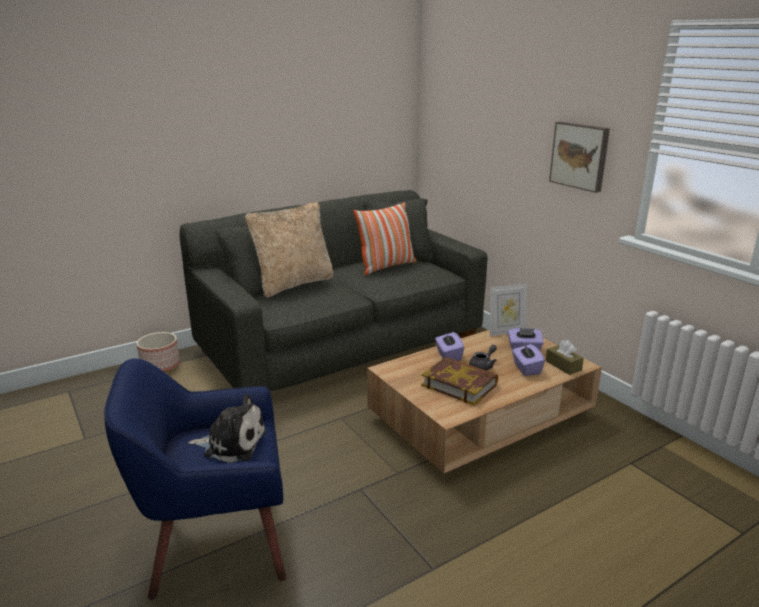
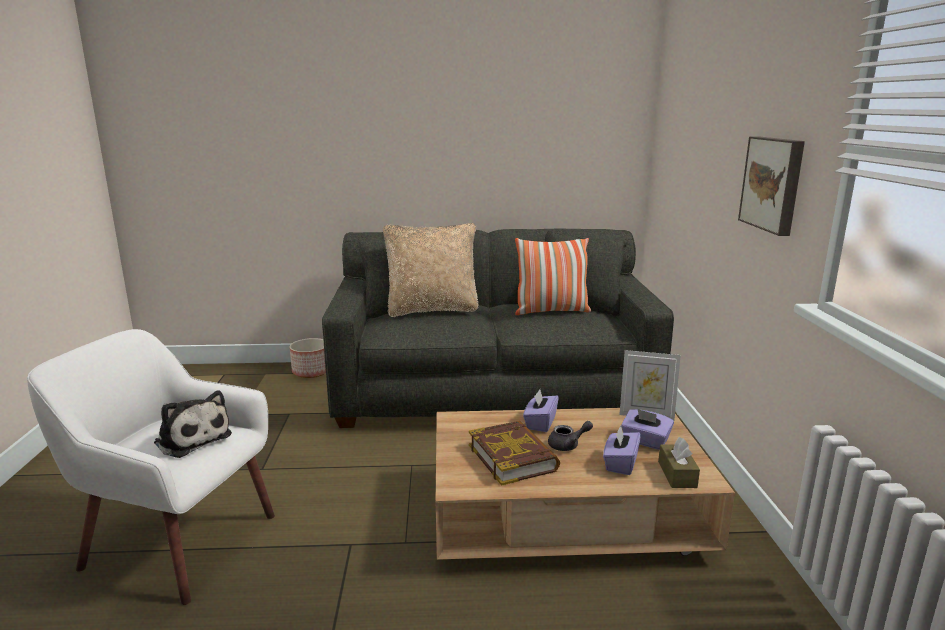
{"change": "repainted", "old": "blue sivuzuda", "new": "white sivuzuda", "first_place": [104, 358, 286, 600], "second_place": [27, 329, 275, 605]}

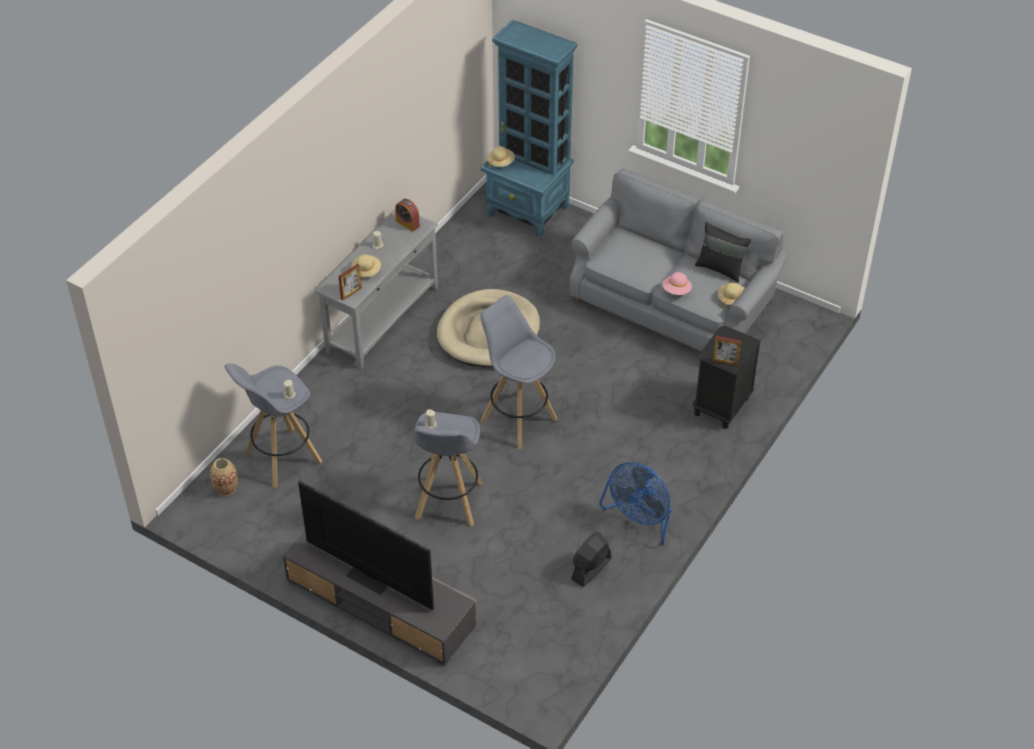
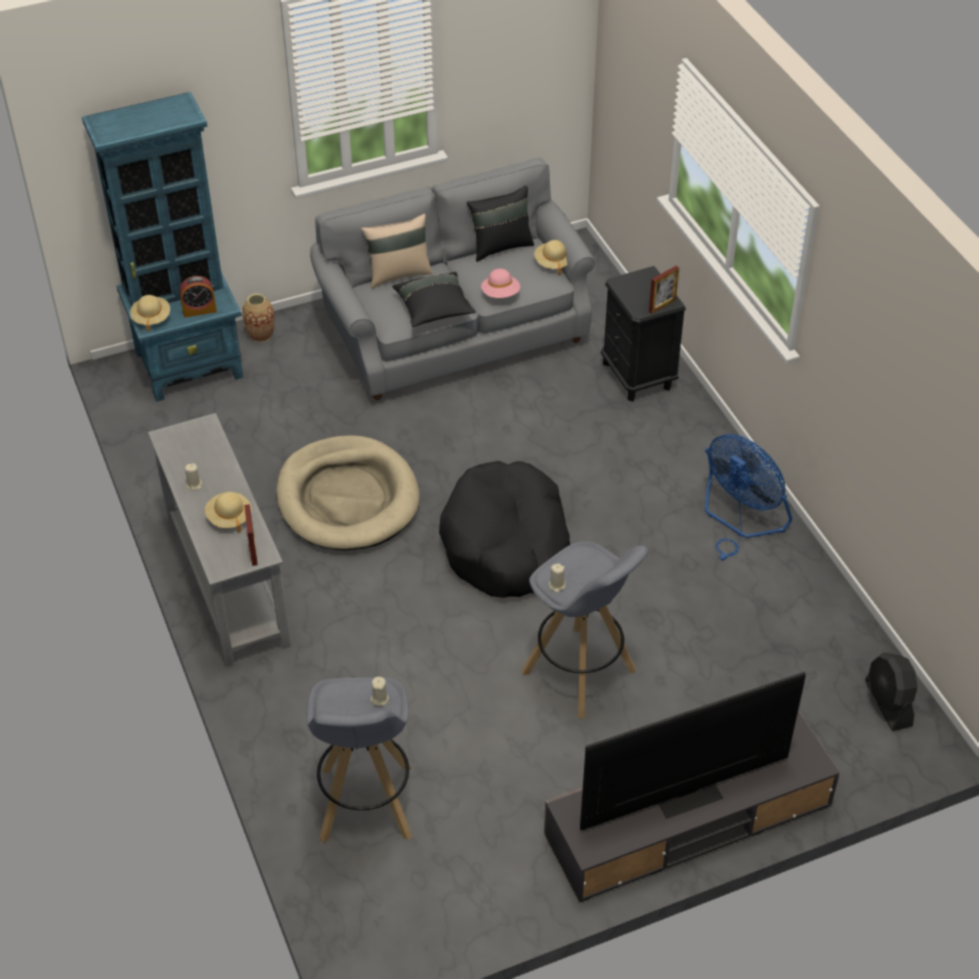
{"change": "shifted", "old": "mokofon", "first_place": [395, 199, 420, 231], "second_place": [179, 276, 217, 317]}
{"change": "swapped", "old": "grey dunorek", "new": "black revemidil", "first_place": [480, 295, 558, 450], "second_place": [439, 461, 570, 598]}
{"change": "shifted", "old": "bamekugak", "first_place": [210, 458, 238, 496], "second_place": [242, 293, 275, 342]}
{"change": "rotated", "old": "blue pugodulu", "first_place": [599, 462, 673, 545], "second_place": [705, 434, 792, 561], "degrees": -120}
{"change": "shifted", "old": "black pugodulu", "first_place": [571, 532, 612, 587], "second_place": [865, 652, 917, 731]}
{"change": "new", "new": "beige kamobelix", "second_place": [361, 213, 433, 289]}
{"change": "new", "new": "black kamobelix", "second_place": [392, 272, 476, 327]}

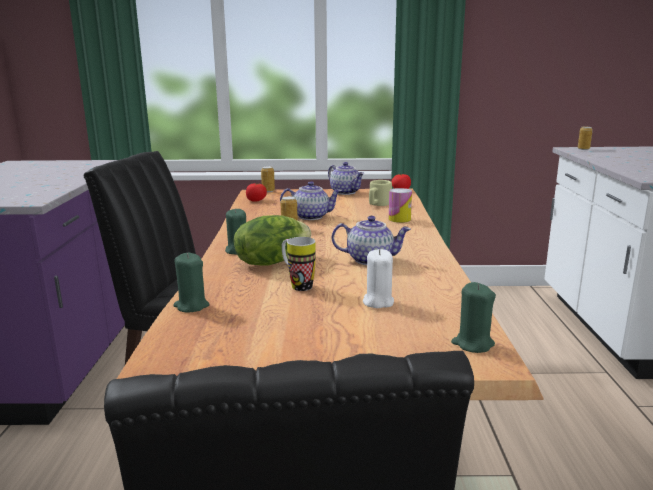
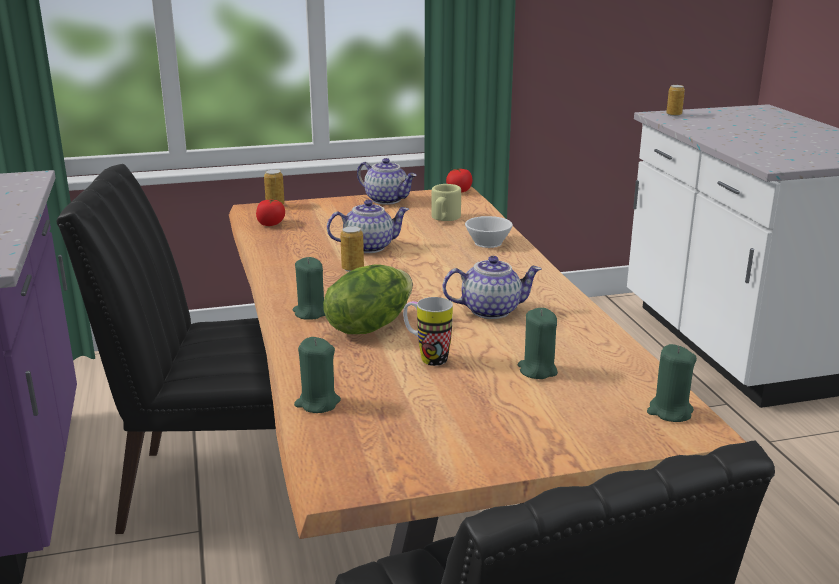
{"change": "swapped", "old": "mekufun", "new": "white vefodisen", "first_place": [389, 188, 412, 223], "second_place": [465, 216, 513, 248]}
{"change": "repainted", "old": "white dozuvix", "new": "green dozuvix", "first_place": [363, 249, 394, 308], "second_place": [518, 308, 558, 379]}

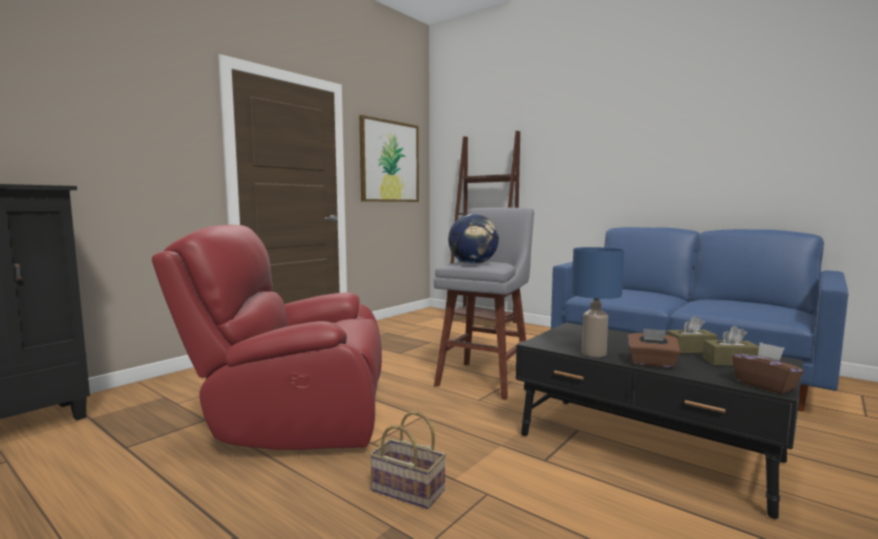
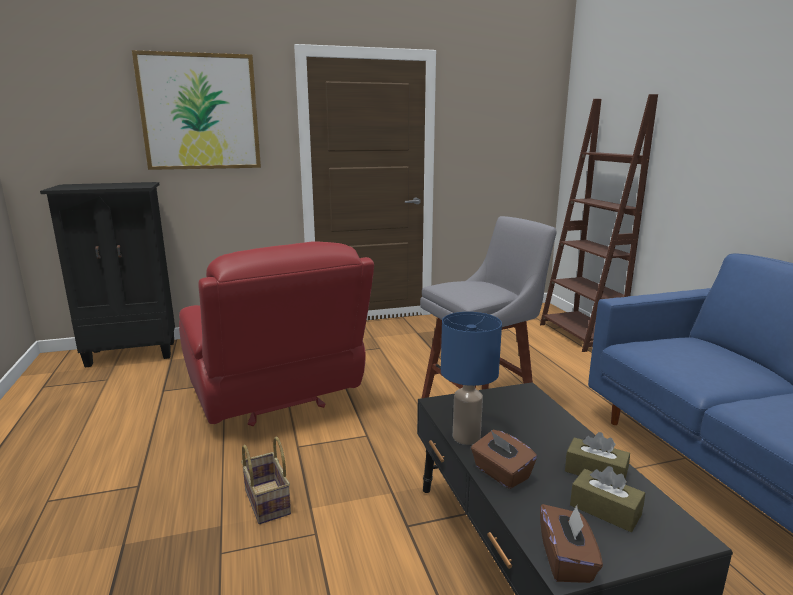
{"change": "shifted", "old": "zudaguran", "first_place": [359, 115, 419, 202], "second_place": [132, 50, 261, 170]}
{"change": "gone", "old": "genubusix", "first_place": [448, 214, 499, 264]}
{"change": "rotated", "old": "red sivuzuda", "first_place": [152, 224, 382, 450], "second_place": [179, 241, 374, 426], "degrees": -150}

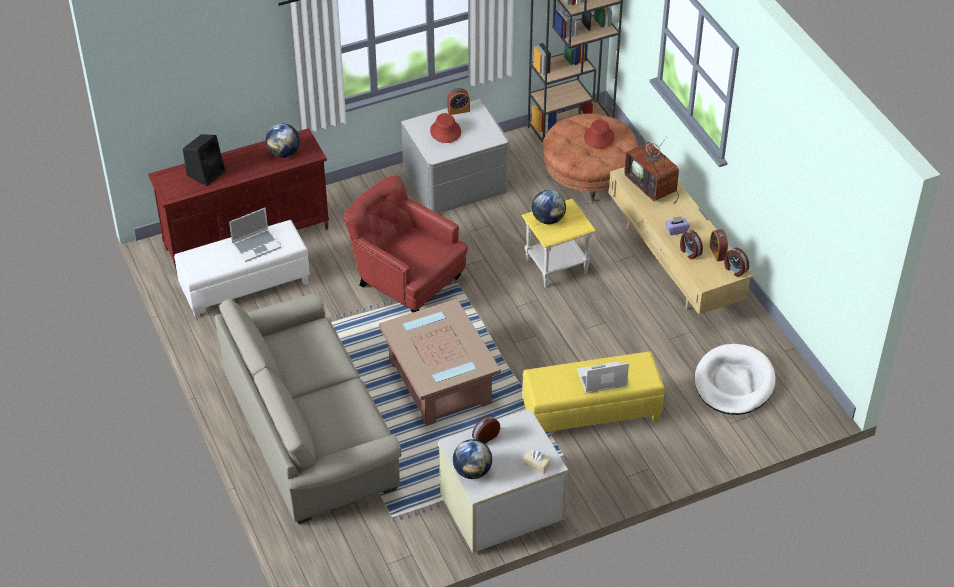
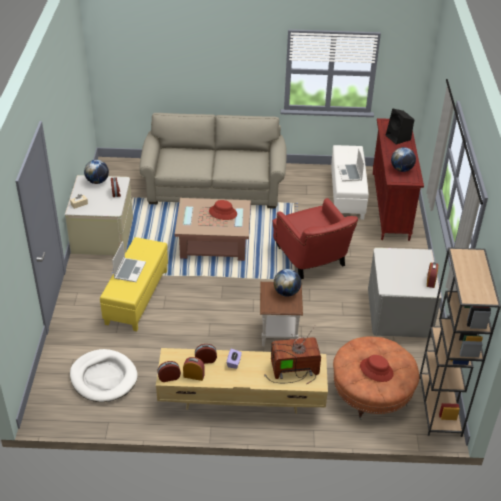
{"change": "shifted", "old": "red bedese", "first_place": [430, 113, 461, 143], "second_place": [209, 200, 237, 220]}
{"change": "rotated", "old": "red sivuzuda", "first_place": [343, 176, 468, 313], "second_place": [273, 198, 358, 279], "degrees": 90}
{"change": "repainted", "old": "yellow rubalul", "new": "brown rubalul", "first_place": [521, 199, 596, 288], "second_place": [260, 282, 303, 346]}

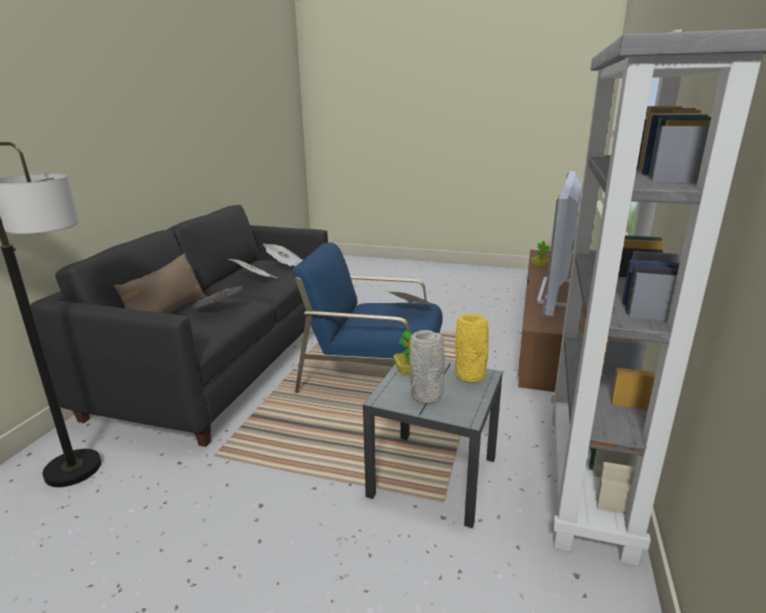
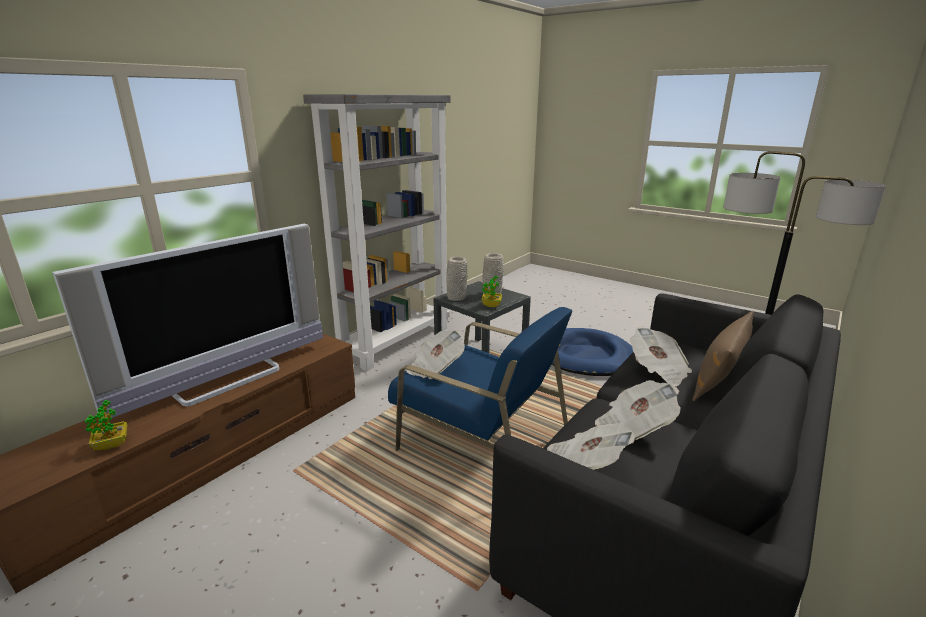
{"change": "repainted", "old": "yellow bamekugak", "new": "grey bamekugak", "first_place": [455, 314, 489, 382], "second_place": [446, 256, 467, 301]}
{"change": "new", "new": "blue revemidil", "second_place": [552, 328, 633, 376]}

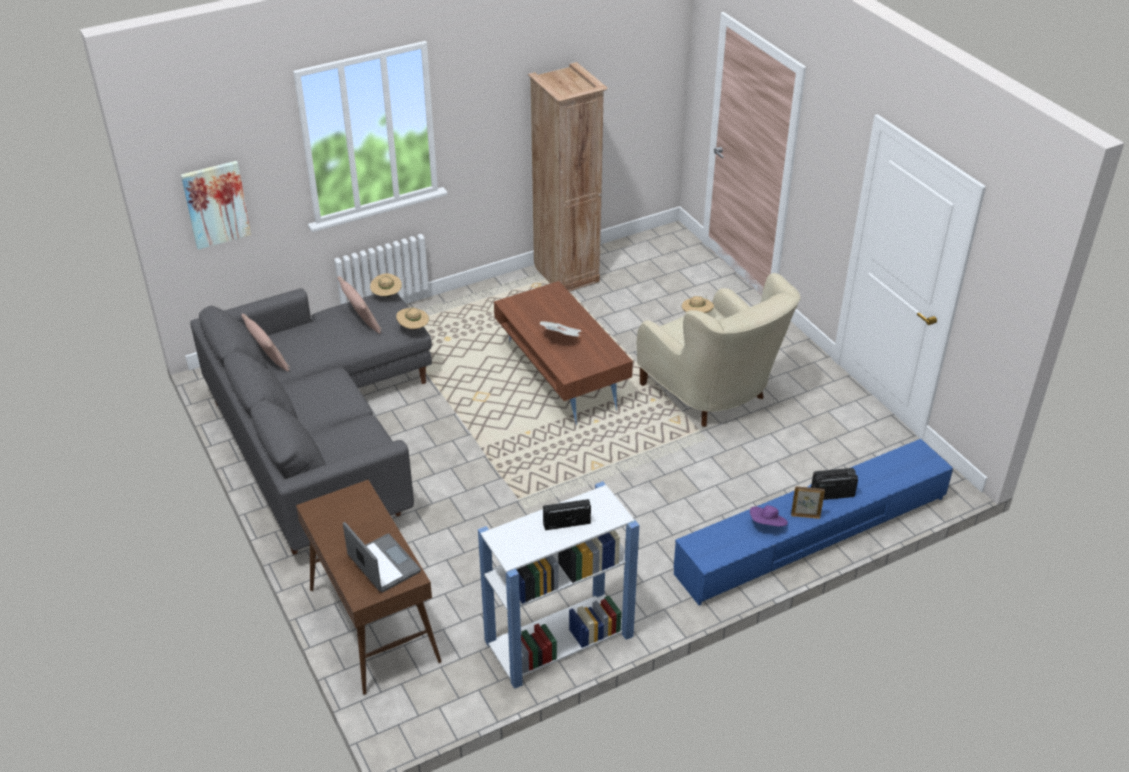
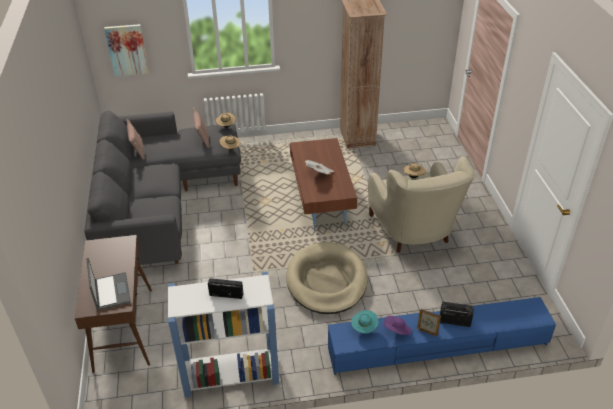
{"change": "new", "new": "beige revemidil", "second_place": [286, 242, 368, 314]}
{"change": "new", "new": "turquoise bedese", "second_place": [351, 310, 379, 334]}

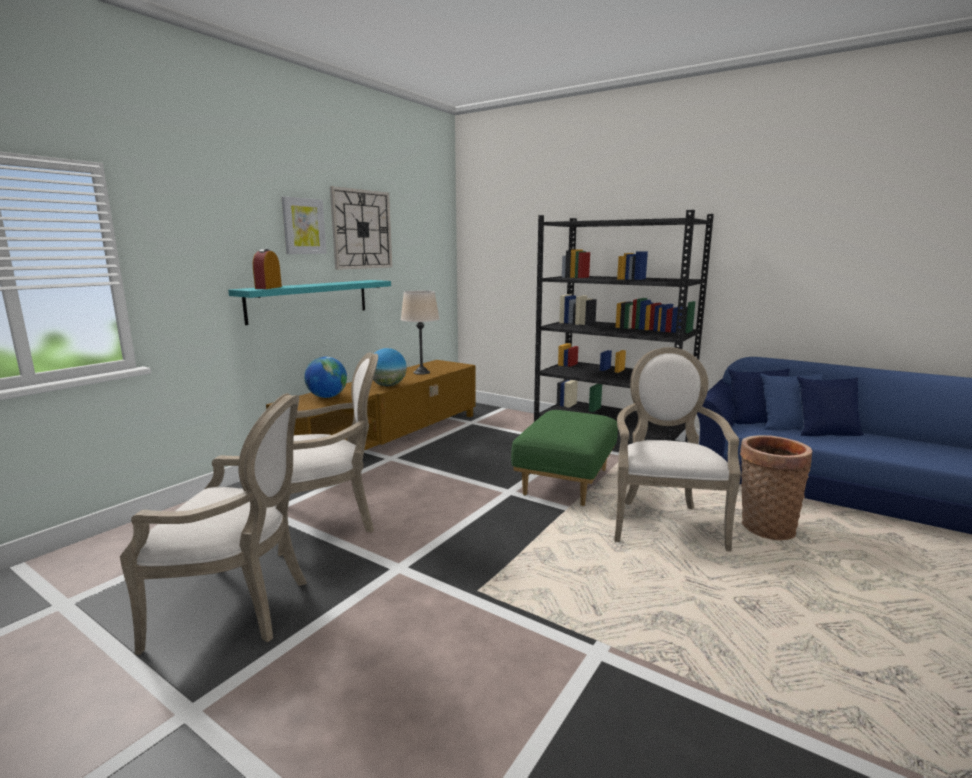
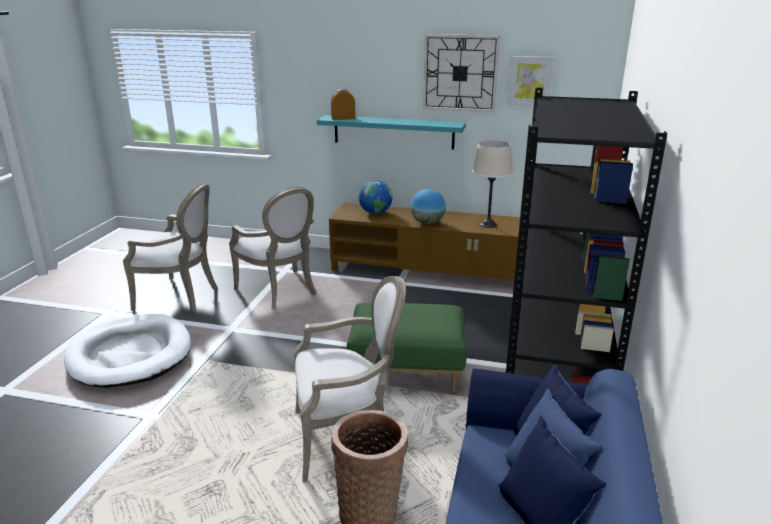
{"change": "shifted", "old": "zudaguran", "first_place": [281, 196, 327, 254], "second_place": [507, 56, 554, 106]}
{"change": "rotated", "old": "sivuzuda", "first_place": [120, 393, 307, 655], "second_place": [123, 183, 218, 312], "degrees": -60}
{"change": "new", "new": "white revemidil", "second_place": [64, 314, 191, 388]}

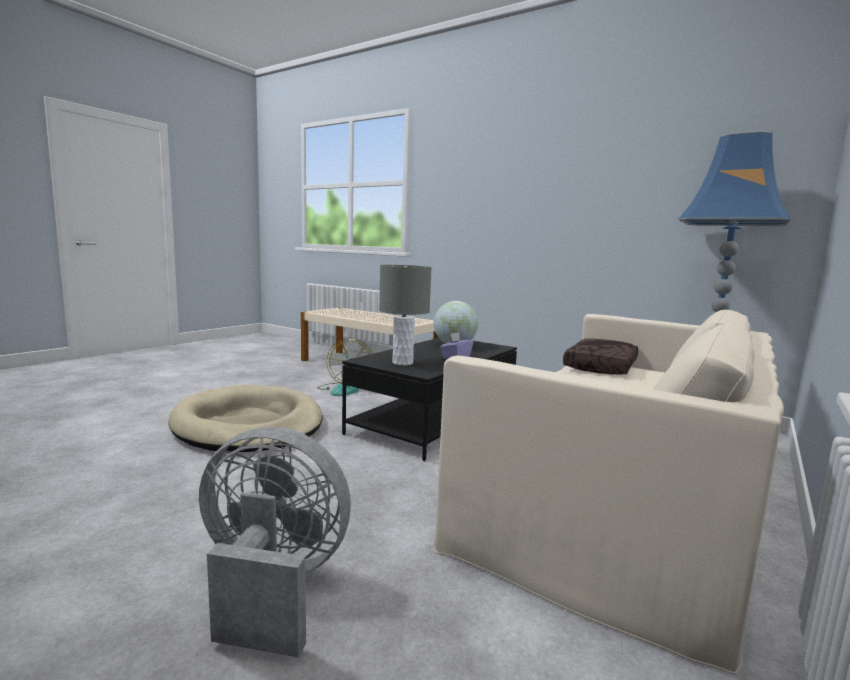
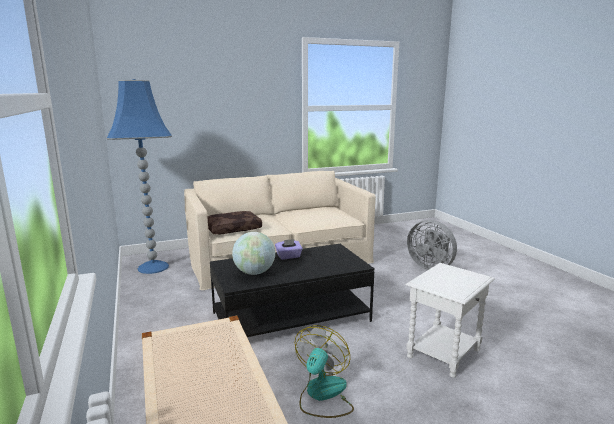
{"change": "gone", "old": "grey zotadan", "first_place": [379, 265, 432, 365]}
{"change": "swapped", "old": "beige revemidil", "new": "white rubalul", "first_place": [168, 385, 323, 452], "second_place": [406, 263, 495, 377]}

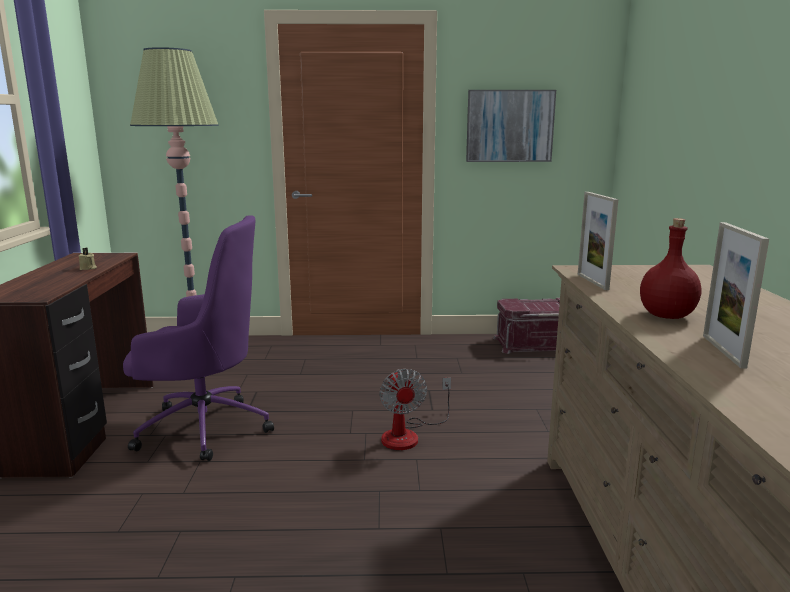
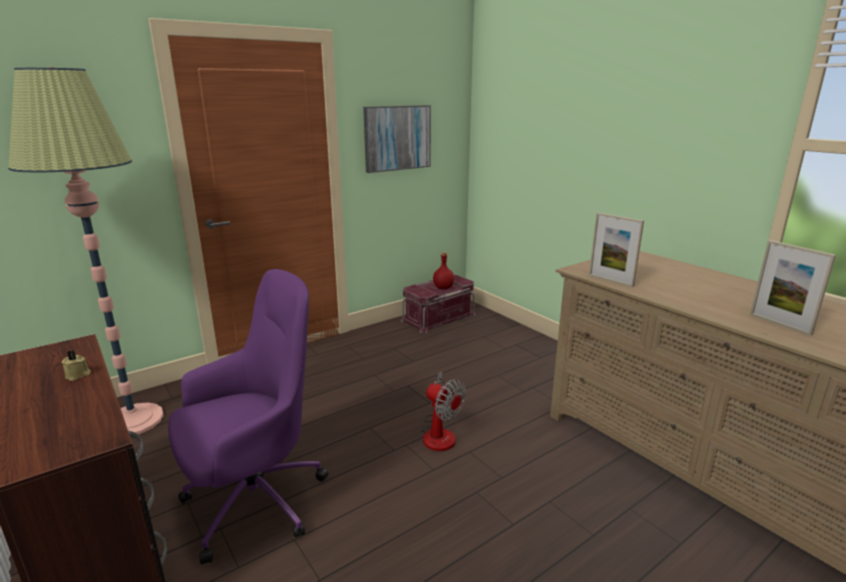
{"change": "shifted", "old": "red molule", "first_place": [640, 218, 701, 319], "second_place": [433, 252, 454, 289]}

